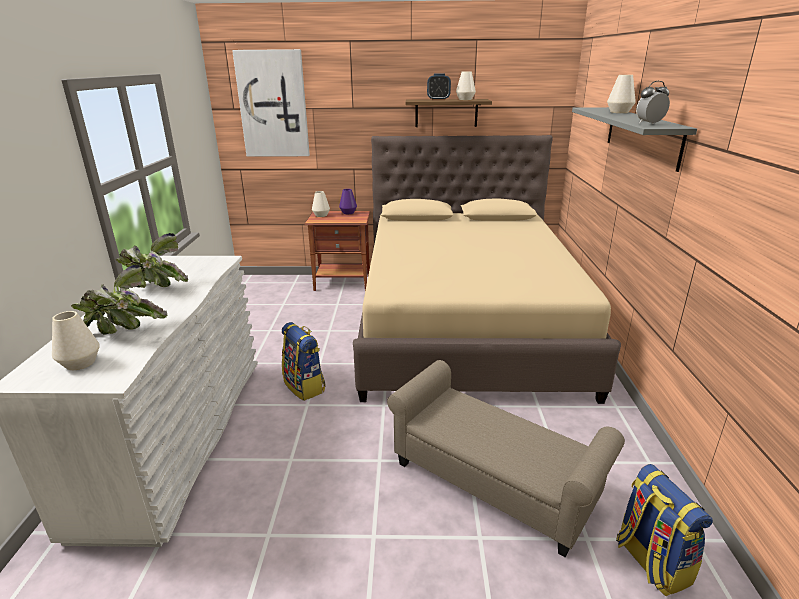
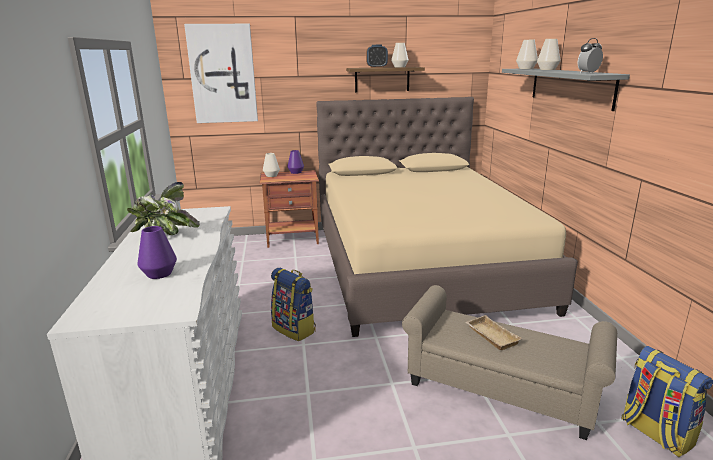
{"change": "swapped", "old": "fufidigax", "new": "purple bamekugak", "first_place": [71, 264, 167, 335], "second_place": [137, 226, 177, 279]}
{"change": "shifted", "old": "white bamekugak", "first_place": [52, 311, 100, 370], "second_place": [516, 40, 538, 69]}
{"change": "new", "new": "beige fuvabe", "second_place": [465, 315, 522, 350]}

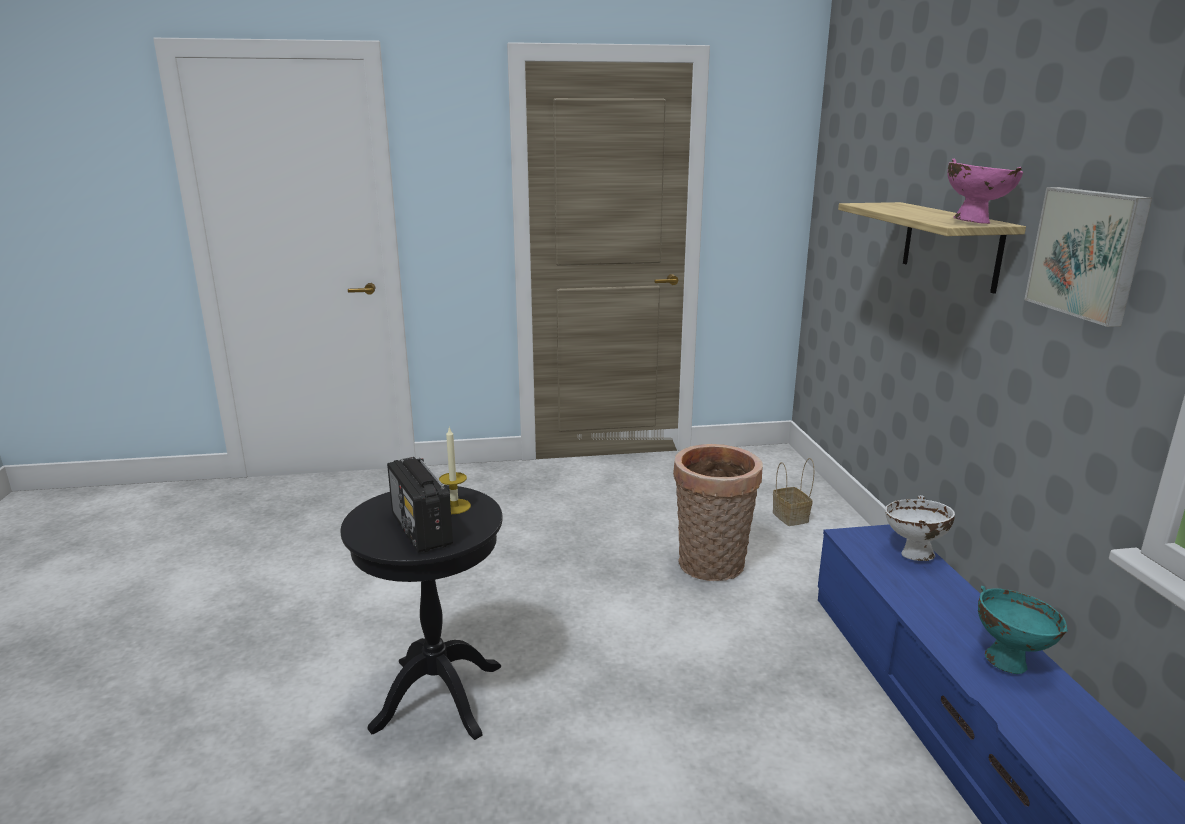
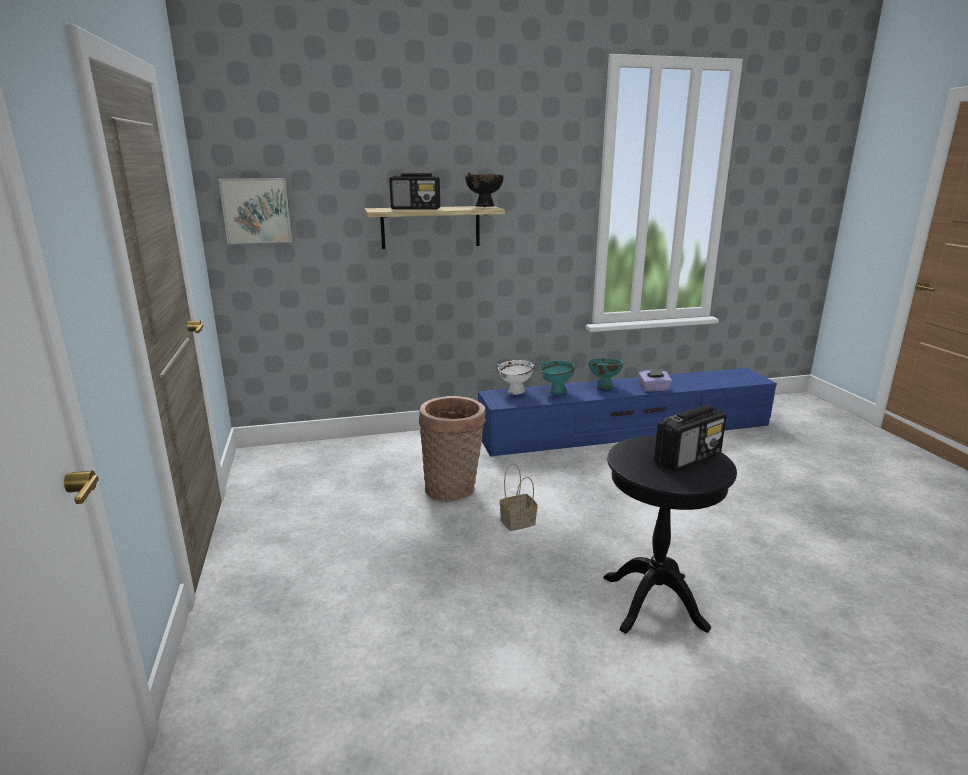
{"change": "repainted", "old": "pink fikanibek", "new": "black fikanibek", "first_place": [947, 159, 1023, 224], "second_place": [465, 172, 504, 207]}
{"change": "shifted", "old": "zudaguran", "first_place": [1024, 187, 1152, 327], "second_place": [218, 178, 292, 244]}
{"change": "gone", "old": "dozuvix", "first_place": [439, 427, 471, 514]}
{"change": "shifted", "old": "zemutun", "first_place": [773, 458, 814, 526], "second_place": [500, 464, 538, 531]}
{"change": "new", "new": "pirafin", "second_place": [389, 173, 440, 210]}
{"change": "new", "new": "turquoise fikanibek", "second_place": [539, 360, 575, 395]}
{"change": "new", "new": "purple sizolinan", "second_place": [638, 369, 672, 392]}

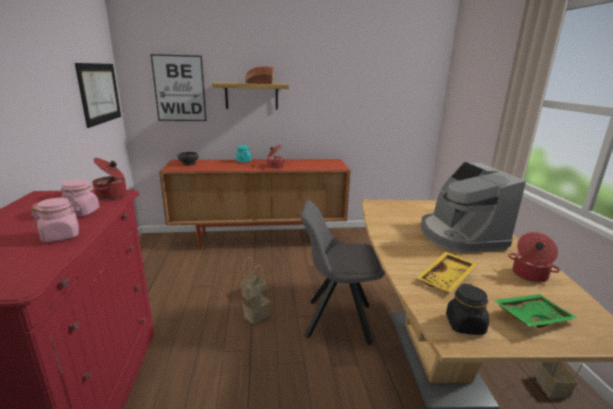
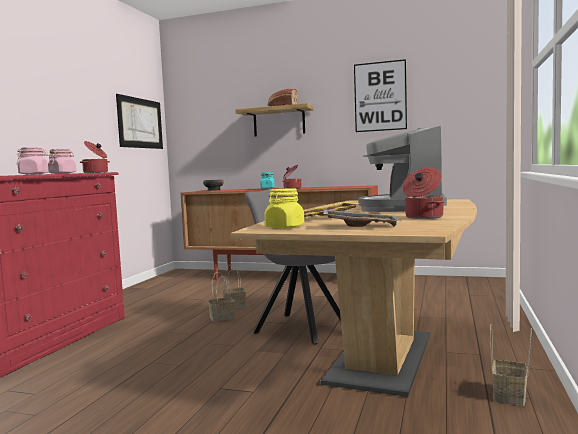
{"change": "shifted", "old": "zudaguran", "first_place": [151, 54, 207, 121], "second_place": [354, 59, 407, 132]}
{"change": "repainted", "old": "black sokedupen", "new": "yellow sokedupen", "first_place": [446, 284, 489, 335], "second_place": [265, 188, 304, 229]}
{"change": "repainted", "old": "green fuvabe", "new": "grey fuvabe", "first_place": [493, 294, 578, 328], "second_place": [323, 209, 402, 227]}

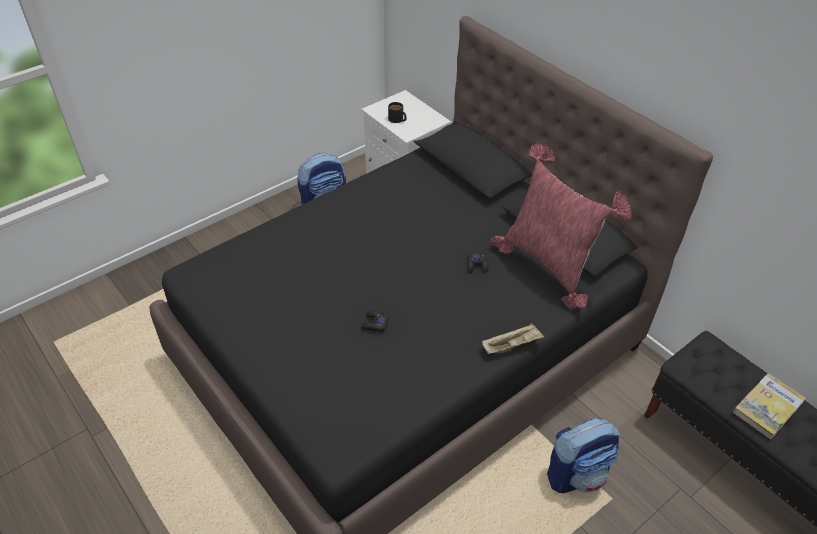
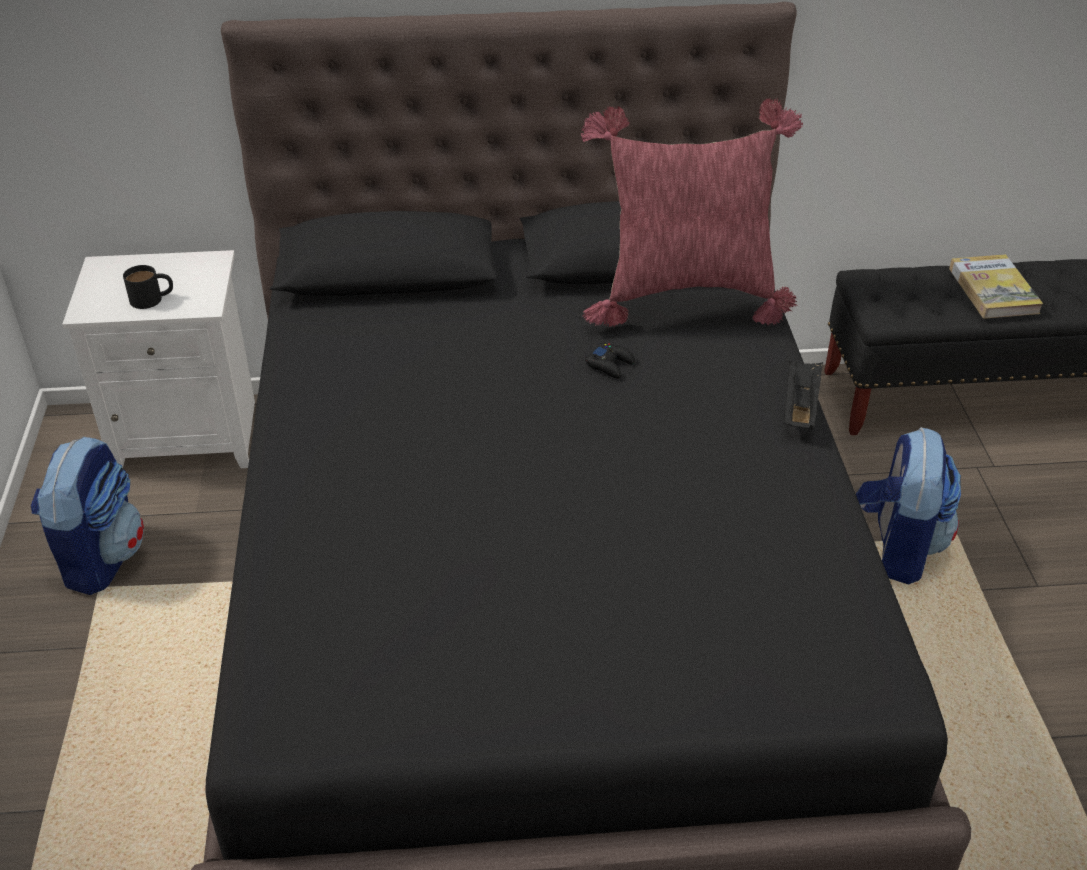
{"change": "gone", "old": "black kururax", "first_place": [361, 310, 389, 332]}
{"change": "repainted", "old": "beige fuvabe", "new": "black fuvabe", "first_place": [482, 323, 544, 354], "second_place": [784, 361, 823, 429]}

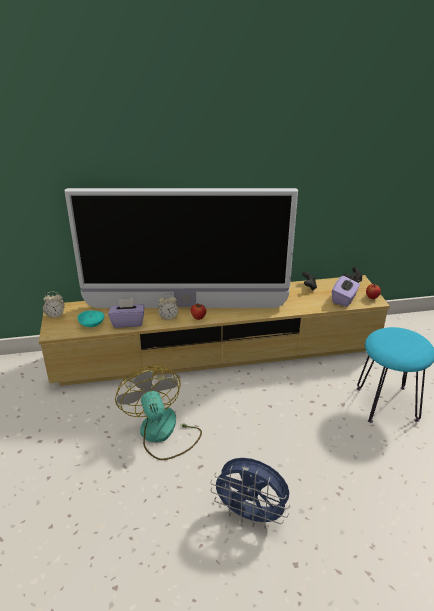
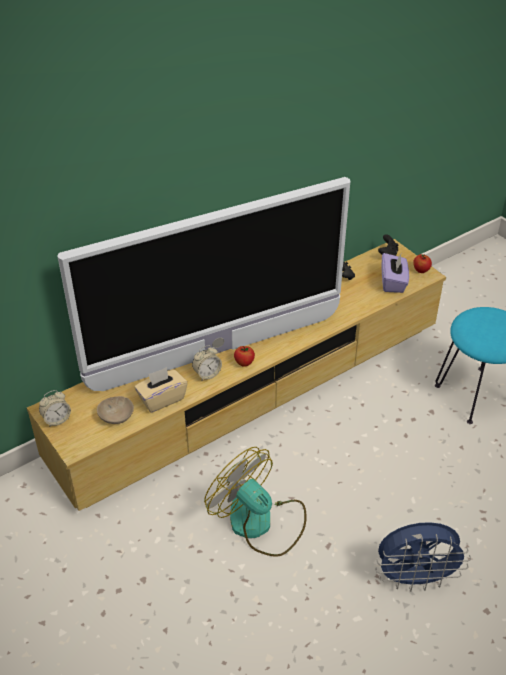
{"change": "repainted", "old": "purple sizolinan", "new": "beige sizolinan", "first_place": [108, 298, 144, 328], "second_place": [134, 367, 188, 413]}
{"change": "repainted", "old": "turquoise fikanibek", "new": "beige fikanibek", "first_place": [77, 310, 104, 327], "second_place": [97, 396, 134, 424]}

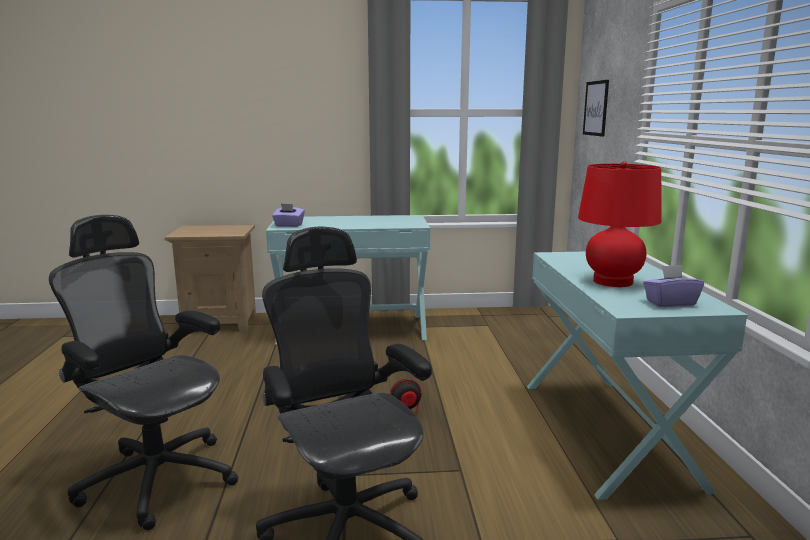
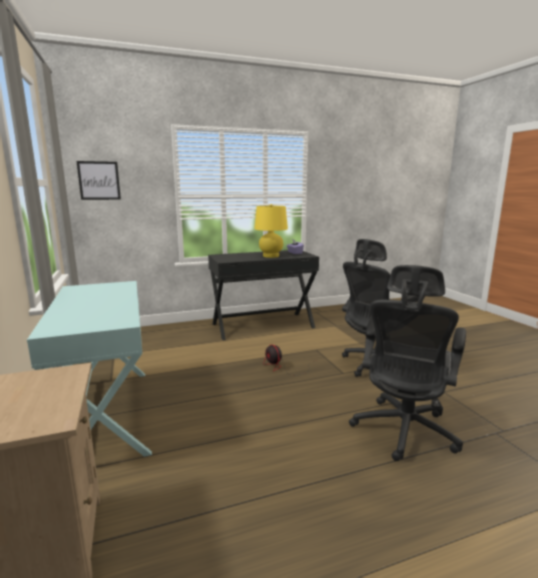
{"change": "repainted", "old": "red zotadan", "new": "yellow zotadan", "first_place": [578, 161, 662, 287], "second_place": [254, 204, 288, 258]}
{"change": "gone", "old": "purple sizolinan", "first_place": [272, 204, 305, 227]}
{"change": "repainted", "old": "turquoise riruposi", "new": "black riruposi", "first_place": [527, 252, 747, 500], "second_place": [208, 250, 319, 340]}

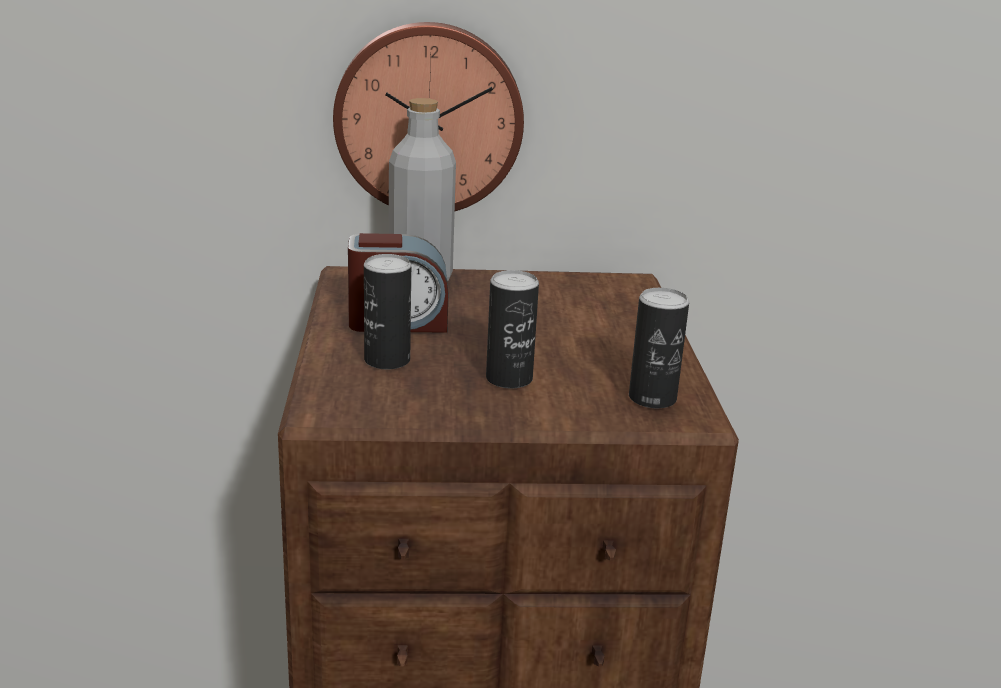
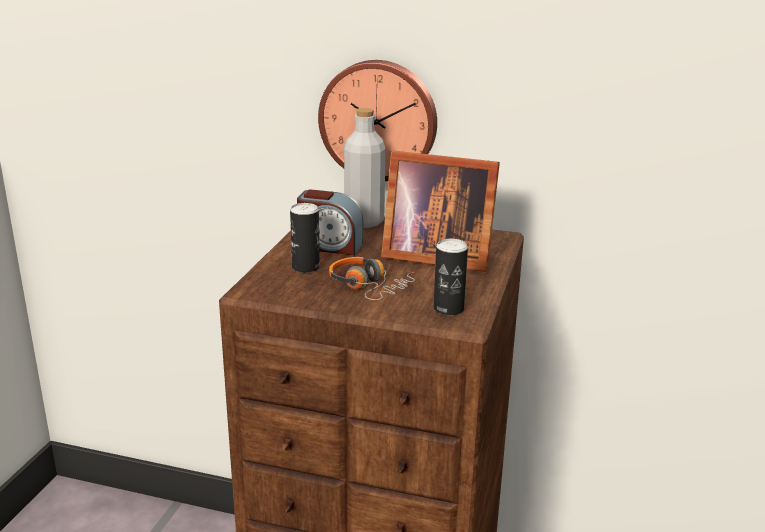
{"change": "swapped", "old": "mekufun", "new": "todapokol", "first_place": [486, 270, 539, 388], "second_place": [329, 257, 415, 300]}
{"change": "new", "new": "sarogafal", "second_place": [381, 151, 500, 272]}

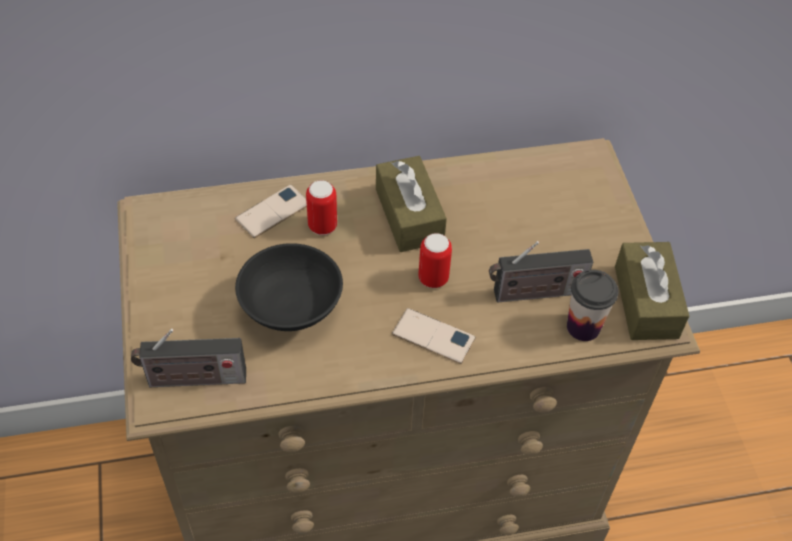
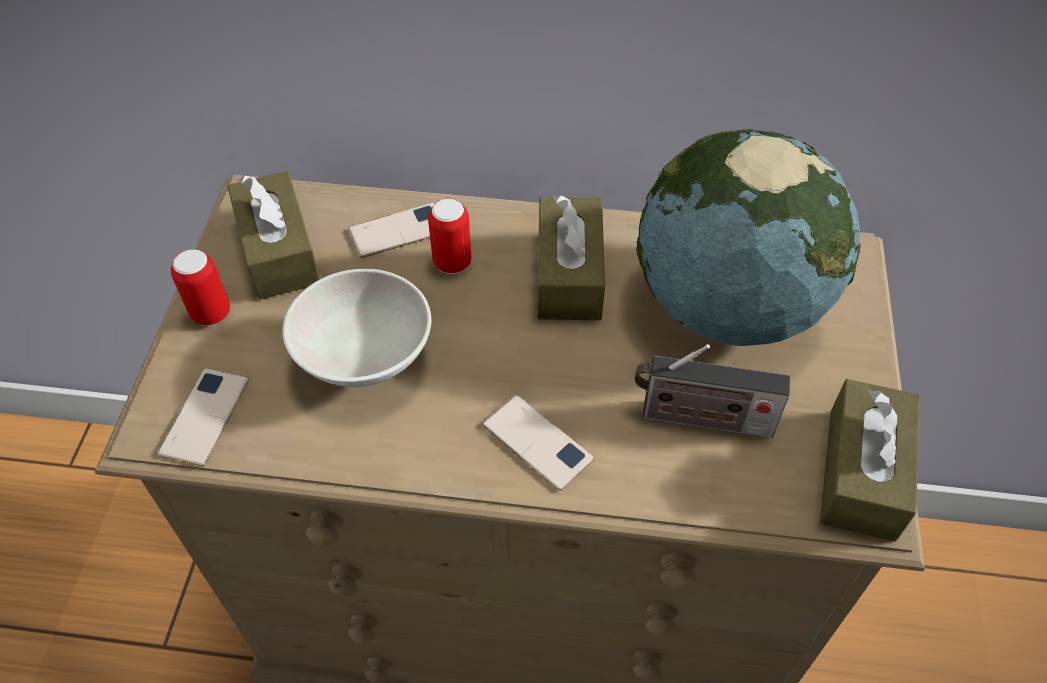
{"change": "shifted", "old": "mekufun", "first_place": [418, 233, 452, 288], "second_place": [171, 249, 230, 325]}
{"change": "repainted", "old": "black fikanibek", "new": "white fikanibek", "first_place": [235, 243, 343, 331], "second_place": [283, 269, 431, 387]}
{"change": "gone", "old": "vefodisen", "first_place": [567, 270, 619, 341]}
{"change": "swapped", "old": "pirafin", "new": "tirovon", "first_place": [131, 329, 246, 387], "second_place": [158, 368, 249, 466]}
{"change": "new", "new": "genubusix", "second_place": [636, 129, 861, 346]}
{"change": "new", "new": "brown sizolinan", "second_place": [227, 171, 320, 300]}

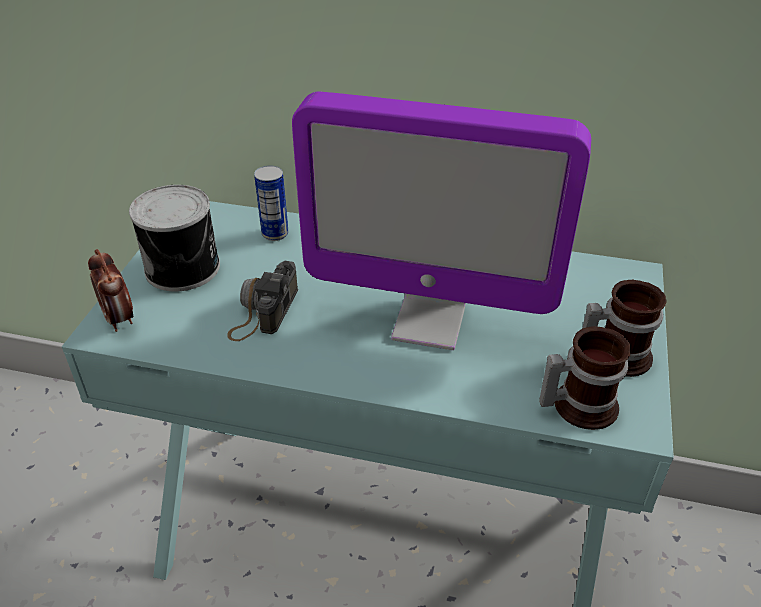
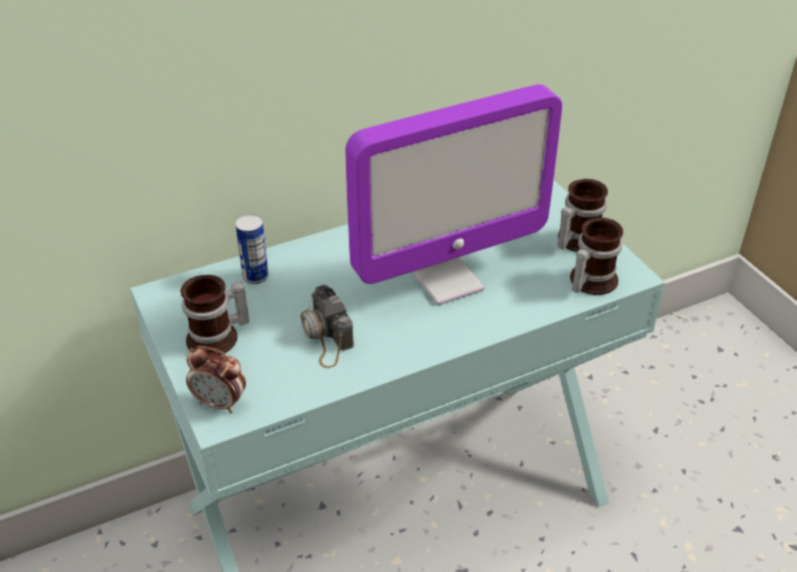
{"change": "swapped", "old": "mekufun", "new": "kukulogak", "first_place": [129, 185, 220, 291], "second_place": [180, 275, 249, 355]}

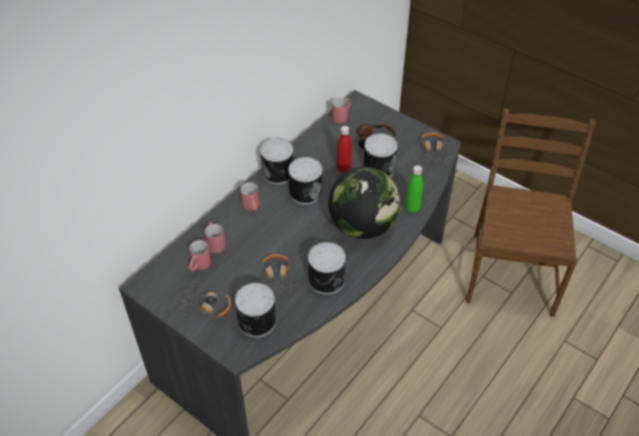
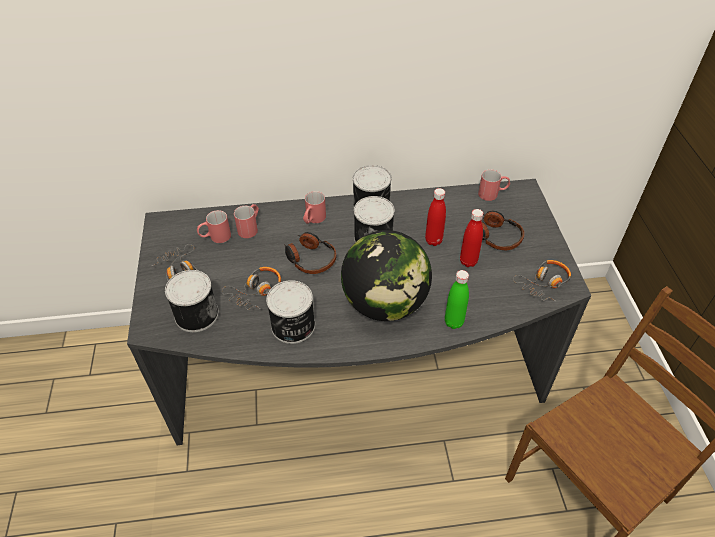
{"change": "swapped", "old": "mekufun", "new": "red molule", "first_place": [363, 133, 398, 177], "second_place": [460, 209, 483, 267]}
{"change": "new", "new": "todapokol", "second_place": [284, 232, 336, 274]}

